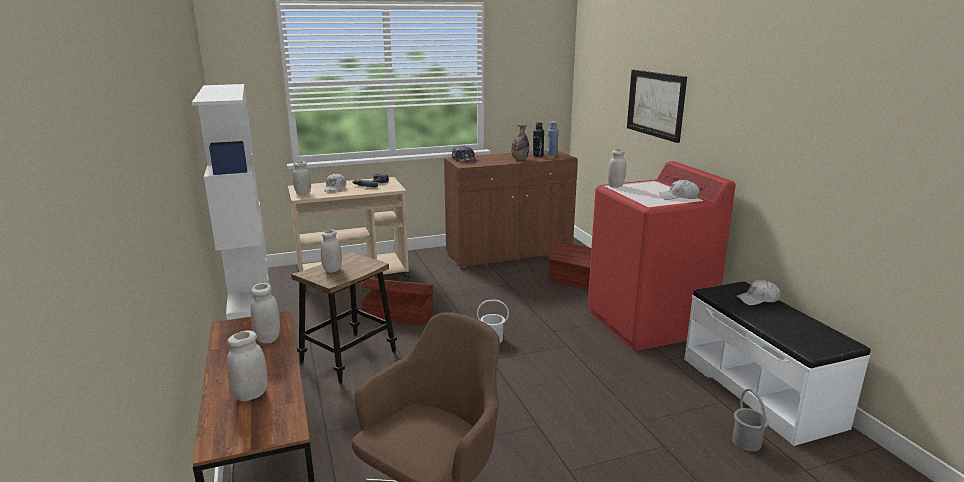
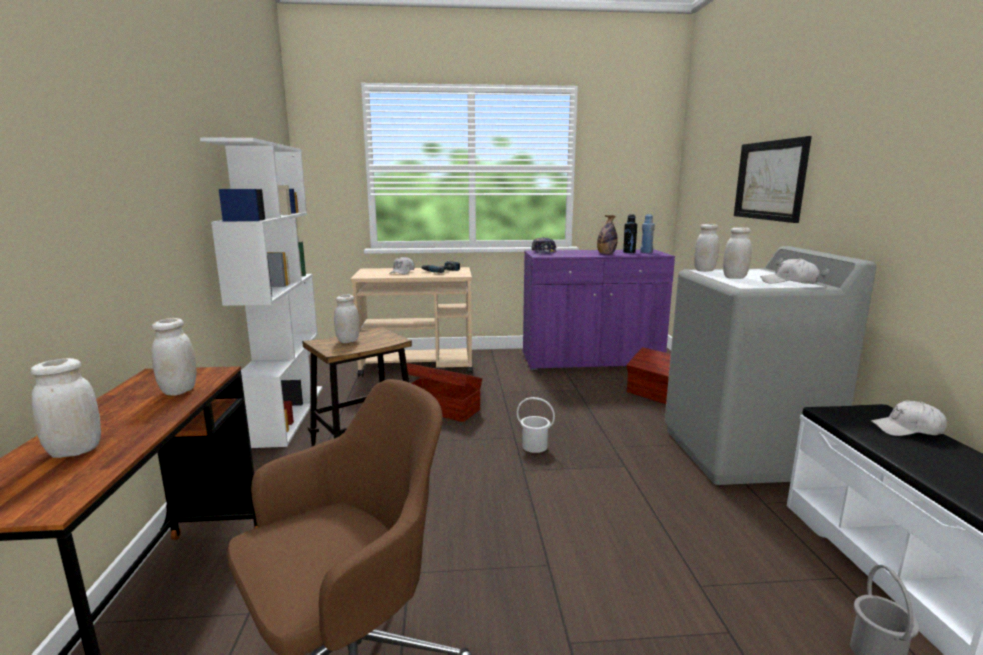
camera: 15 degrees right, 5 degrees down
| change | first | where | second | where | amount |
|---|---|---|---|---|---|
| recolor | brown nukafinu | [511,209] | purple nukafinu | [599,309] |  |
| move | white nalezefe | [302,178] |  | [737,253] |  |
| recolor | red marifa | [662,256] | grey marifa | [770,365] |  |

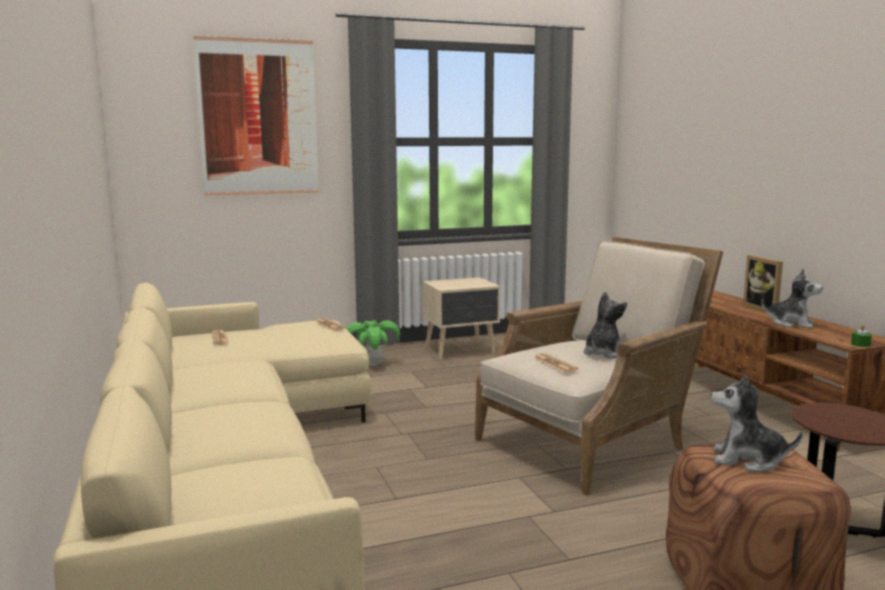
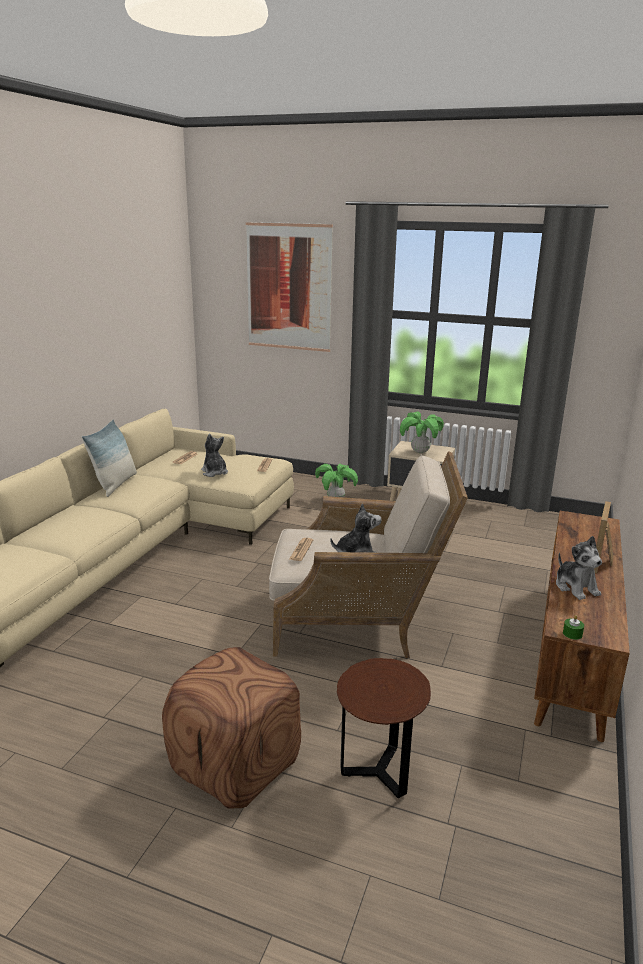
camera: 40 degrees right, 10 degrees up
| change | first | where | second | where | amount |
|---|---|---|---|---|---|
| move | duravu | [757,423] |  | [214,455] |  |
| insert |  |  | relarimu | [422,432] |  |
| insert |  |  | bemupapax | [109,458] |  |

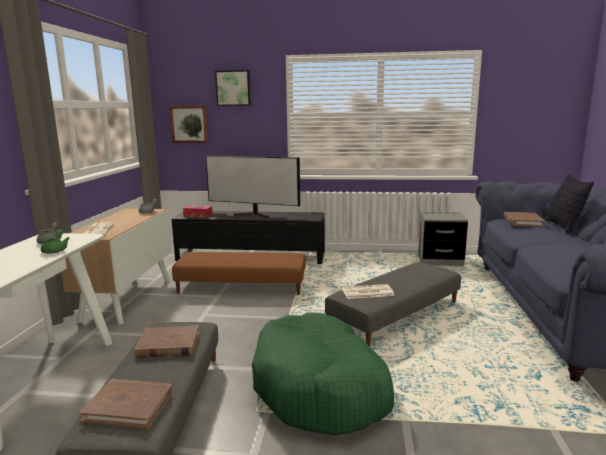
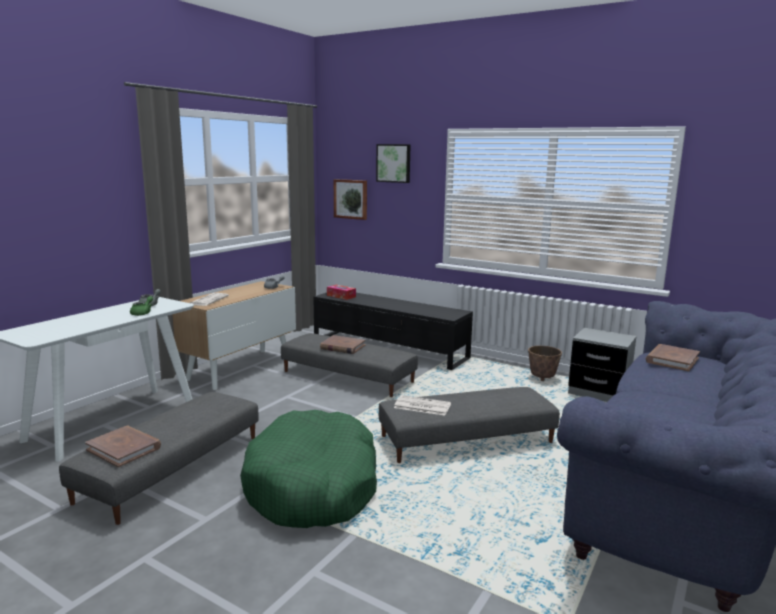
camera: 25 degrees right, 0 degrees up
| change | first | where | second | where | amount |
|---|---|---|---|---|---|
| delete | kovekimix | [253,186] |  |  |  |
| delete | bemupapax | [569,203] |  |  |  |
| recolor | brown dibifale | [238,273] | grey dibifale | [349,365] |  |
| move | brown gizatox | [166,341] |  | [343,344] |  |
| insert |  |  | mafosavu | [545,363] |  |

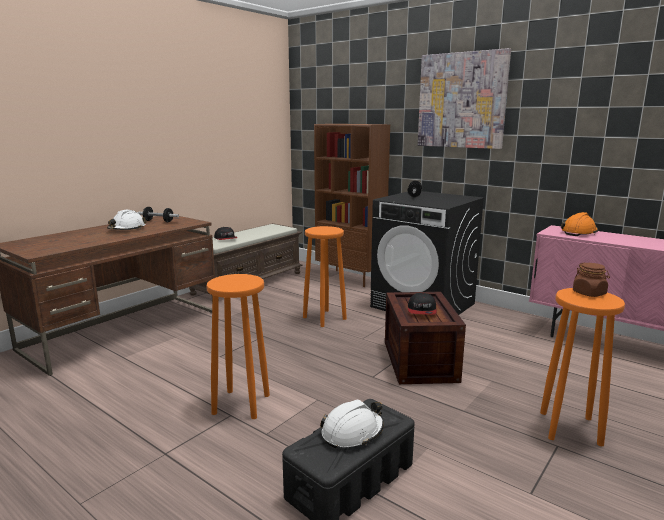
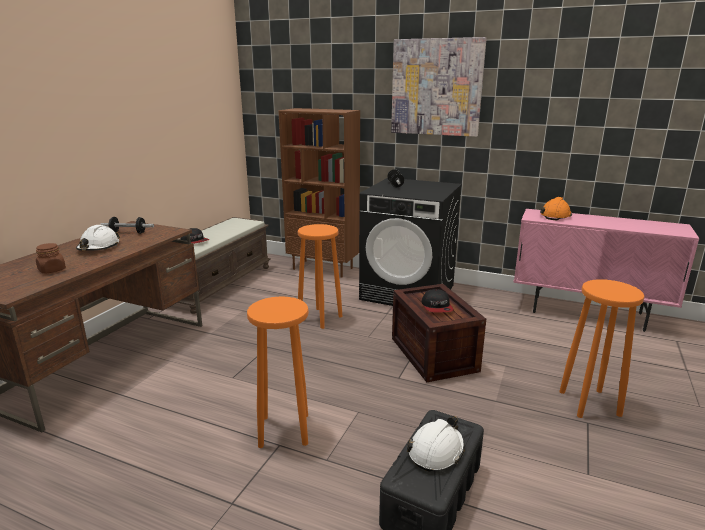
camera: 15 degrees left, 5 degrees up
| change | first | where | second | where | amount |
|---|---|---|---|---|---|
| move | brown nalezefe | [591,280] |  | [51,258] |  |

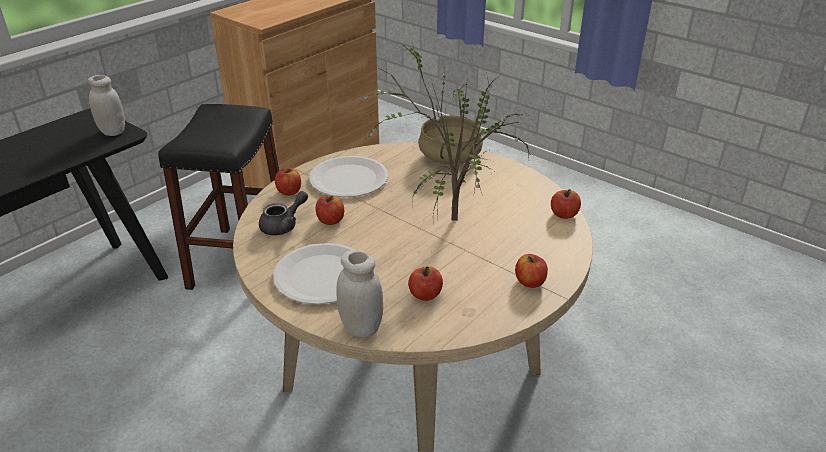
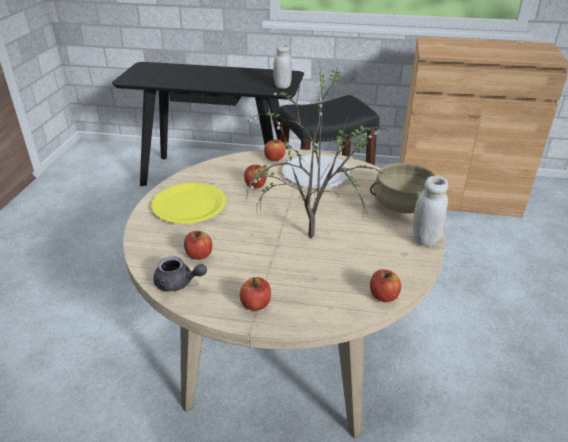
camera: 60 degrees right, 0 degrees up
| change | first | where | second | where | amount |
|---|---|---|---|---|---|
| move | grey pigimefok | [283,213] |  | [180,274] |  |
| recolor | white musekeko | [313,274] | yellow musekeko | [188,203] |  |
| move | white nalezefe | [360,293] |  | [430,211] |  |

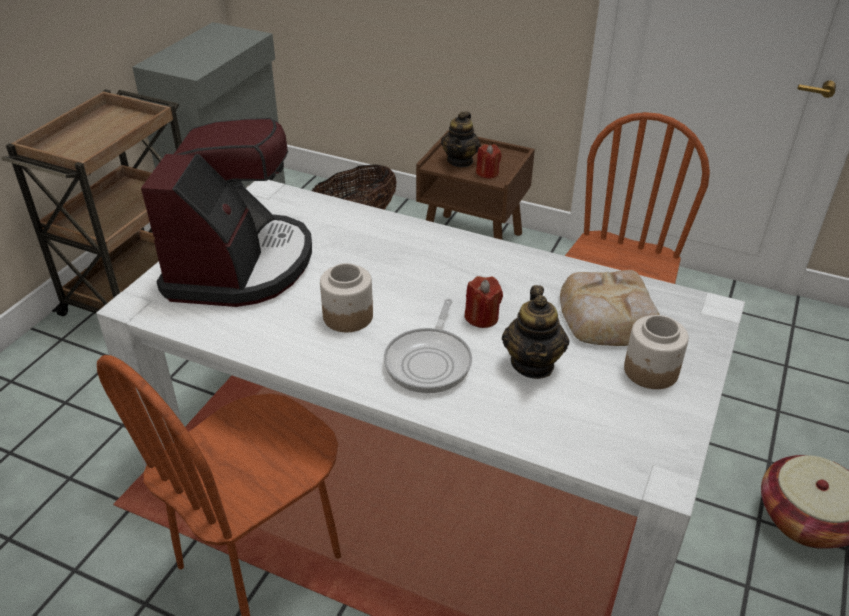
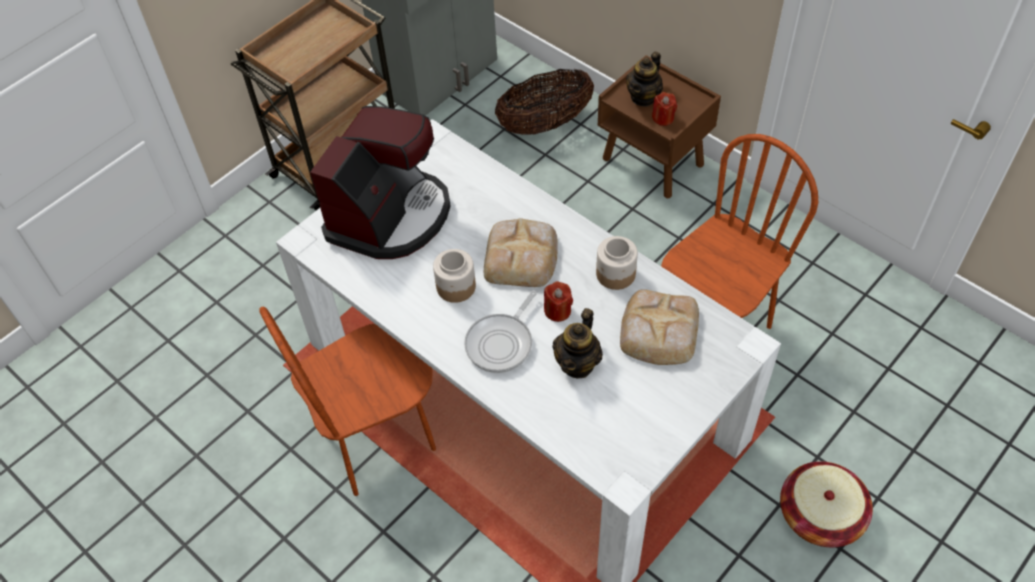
camera: 20 degrees right, 15 degrees up
| change | first | where | second | where | amount |
|---|---|---|---|---|---|
| move | nalezefe | [656,352] |  | [617,263] |  |
| insert |  |  | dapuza | [521,252] |  |

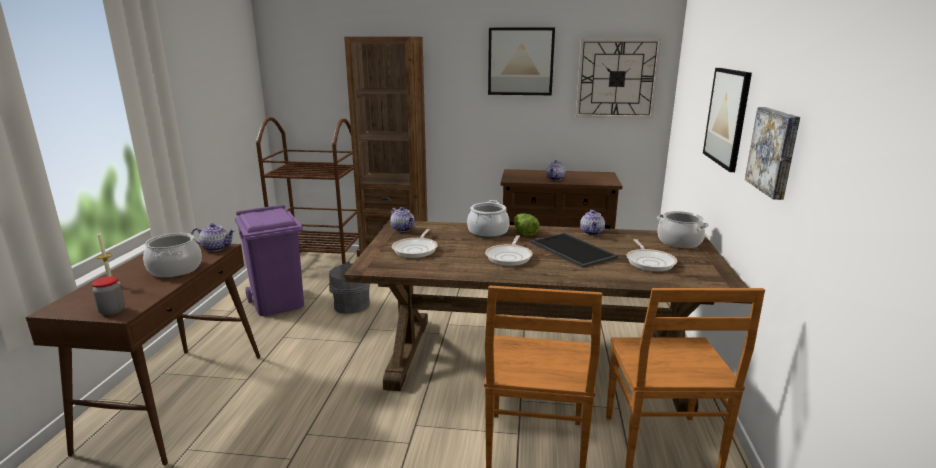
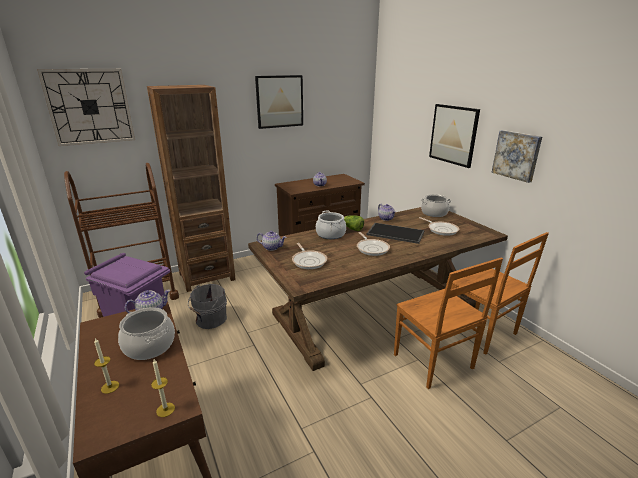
camera: 35 degrees left, 5 degrees up
| change | first | where | second | where | amount |
|---|---|---|---|---|---|
| move | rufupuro | [618,79] |  | [86,107] |  |
| replace | nalezefe | [108,296] | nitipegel | [163,388] |  |

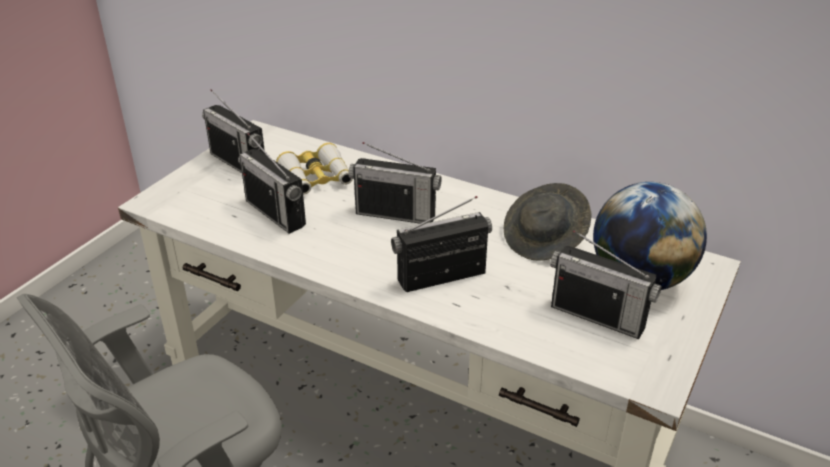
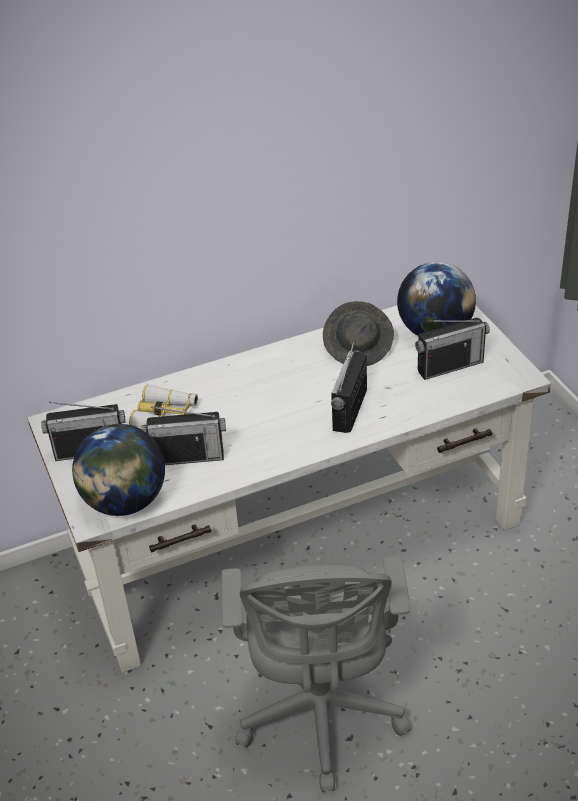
camera: 50 degrees left, 5 degrees up
| change | first | where | second | where | amount |
|---|---|---|---|---|---|
| delete | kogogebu | [395,183] |  |  |  |
| insert |  |  | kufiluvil | [118,470] |  |

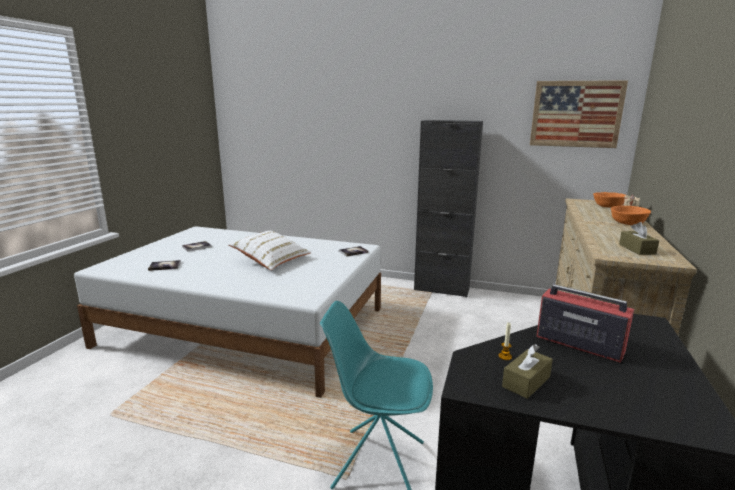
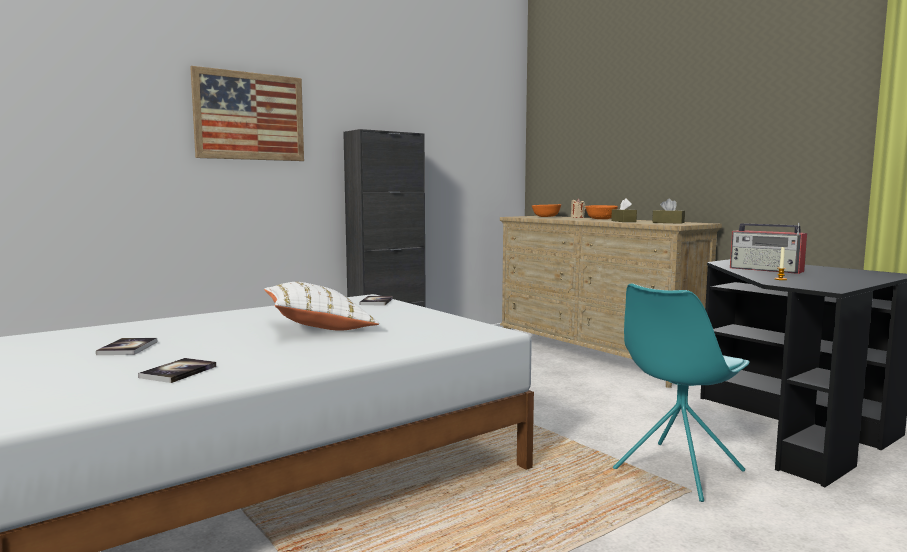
camera: 55 degrees left, 10 degrees down
| change | first | where | second | where | amount |
|---|---|---|---|---|---|
| move | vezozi | [579,114] |  | [247,113] |  |
| rotate | kogogebu | [585,320] |  | [768,248] | 120 degrees counterclockwise |
| move | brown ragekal | [527,371] |  | [624,210] |  |

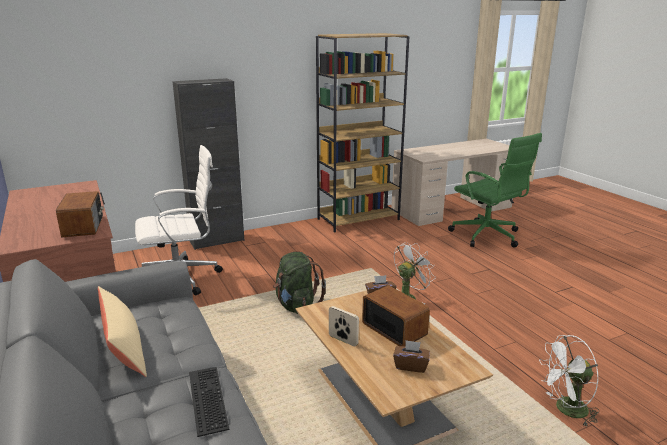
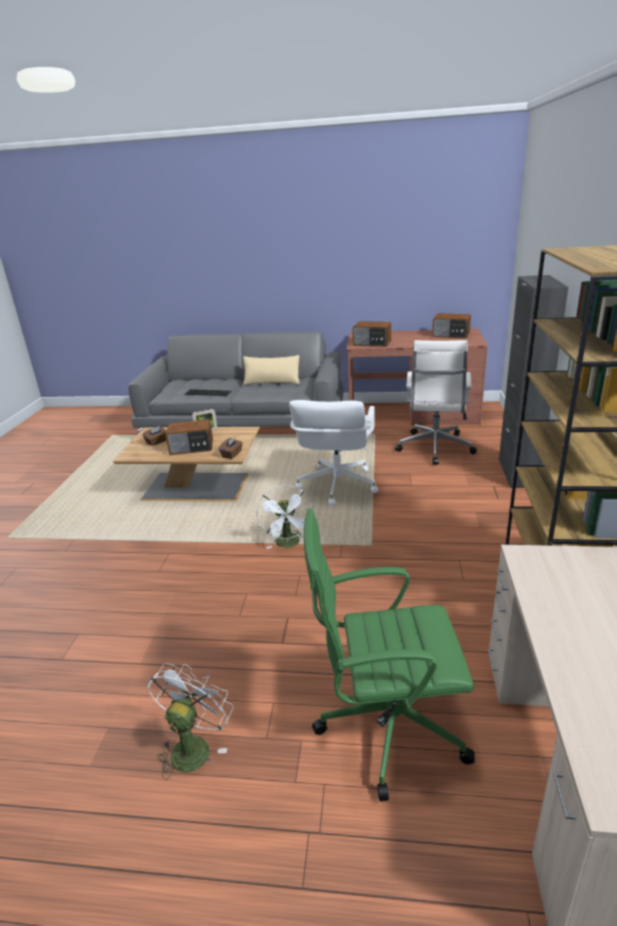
camera: 125 degrees right, 5 degrees up
| change | first | where | second | where | amount |
|---|---|---|---|---|---|
| replace | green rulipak | [299,283] | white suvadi | [333,453] |  |
| move | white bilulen | [569,381] |  | [190,721] |  |
| insert |  |  | kogogebu | [451,326] |  |

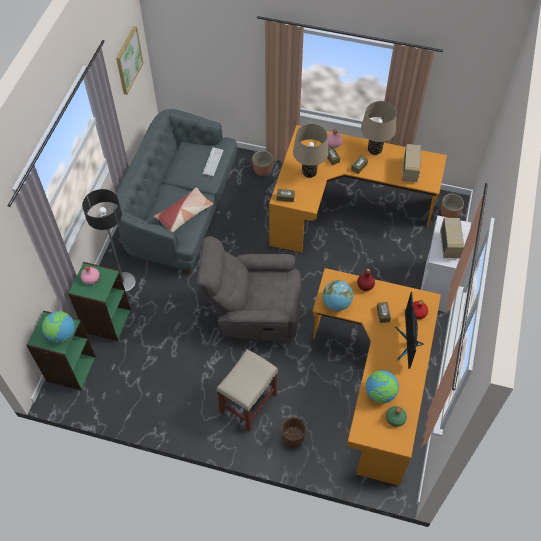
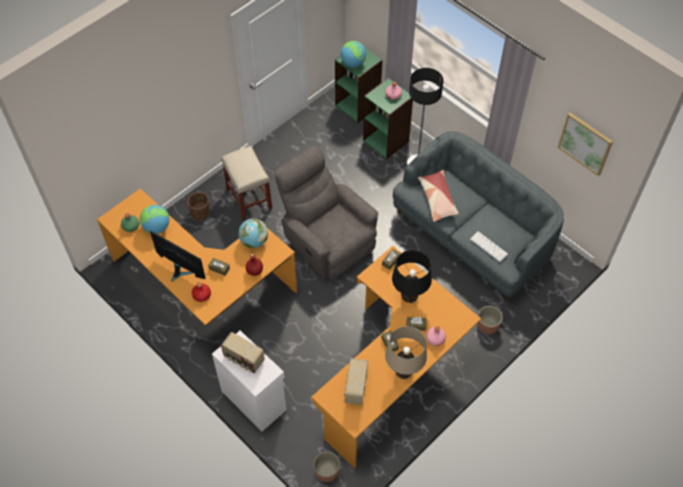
camera: 120 degrees right, 0 degrees up
| change | first | where | second | where | amount |
|---|---|---|---|---|---|
| recolor | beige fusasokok | [311,151] | black fusasokok | [412,276] |  |
| rotate | kogogebu | [411,163] |  | [356,381] | 60 degrees clockwise |
| rotate | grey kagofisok | [249,289] |  | [326,213] | 75 degrees counterclockwise |

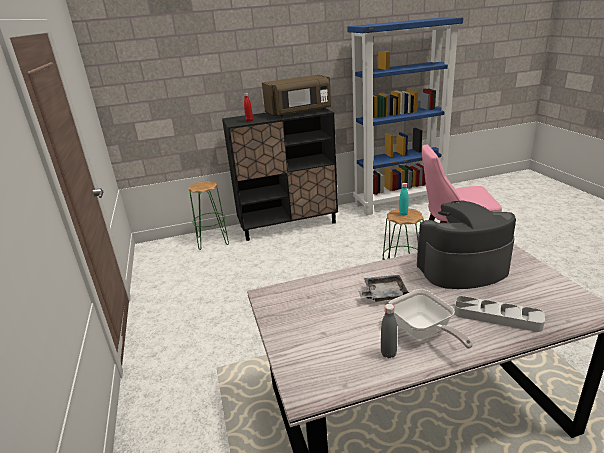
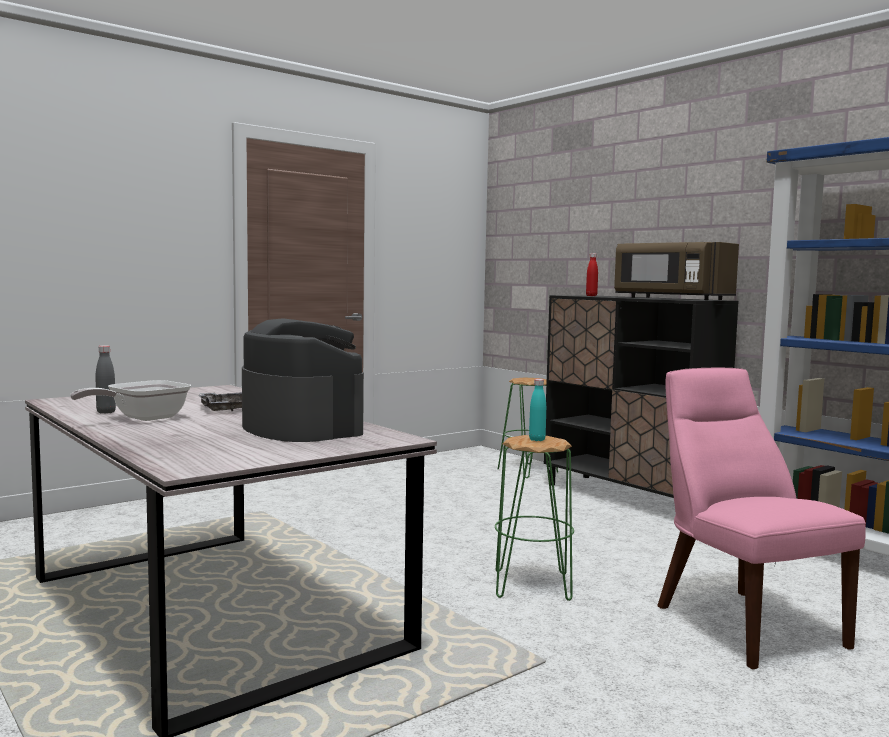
camera: 65 degrees right, 20 degrees down
| change | first | where | second | where | amount |
|---|---|---|---|---|---|
| delete | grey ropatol | [499,314] |  |  |  |

